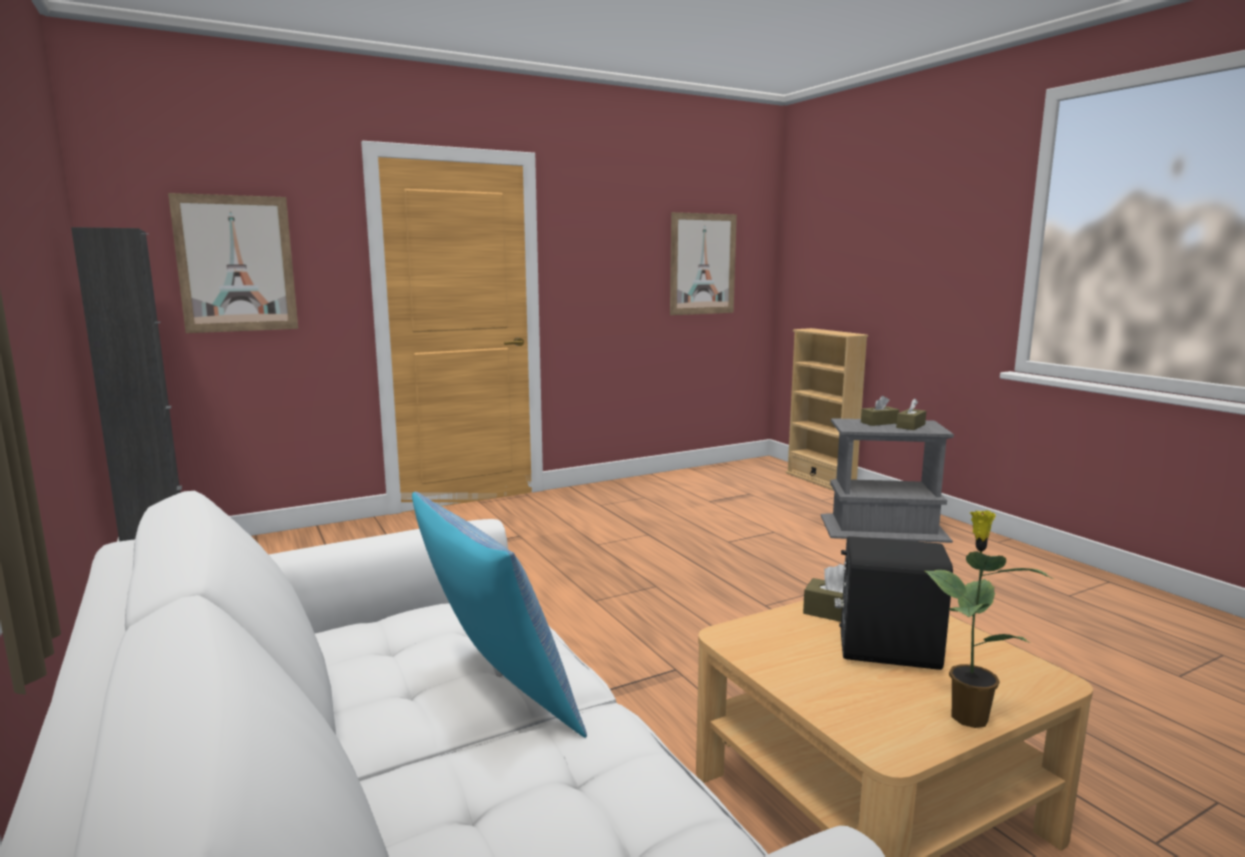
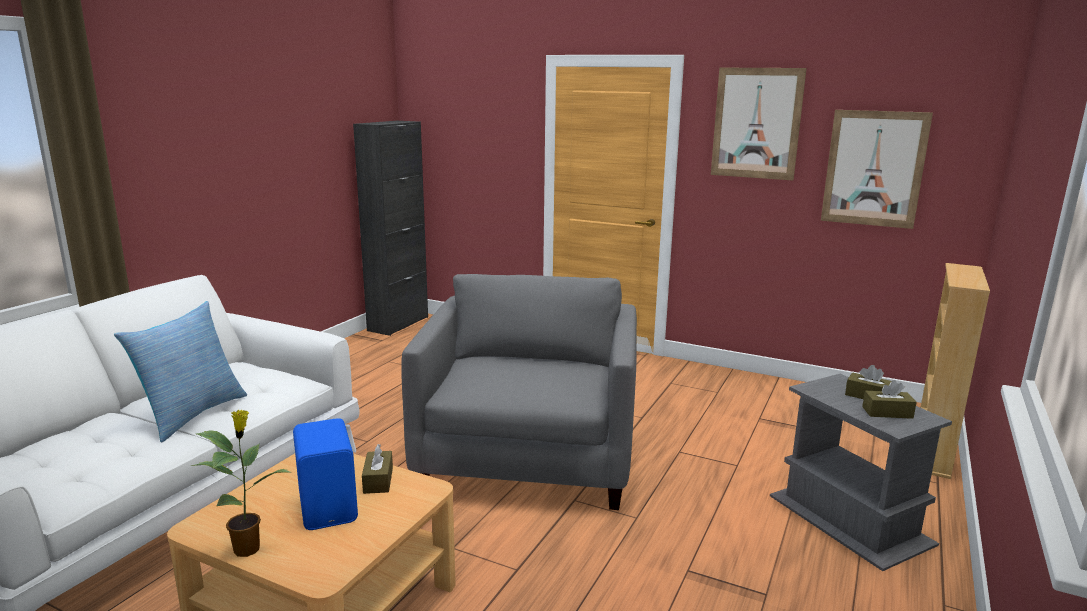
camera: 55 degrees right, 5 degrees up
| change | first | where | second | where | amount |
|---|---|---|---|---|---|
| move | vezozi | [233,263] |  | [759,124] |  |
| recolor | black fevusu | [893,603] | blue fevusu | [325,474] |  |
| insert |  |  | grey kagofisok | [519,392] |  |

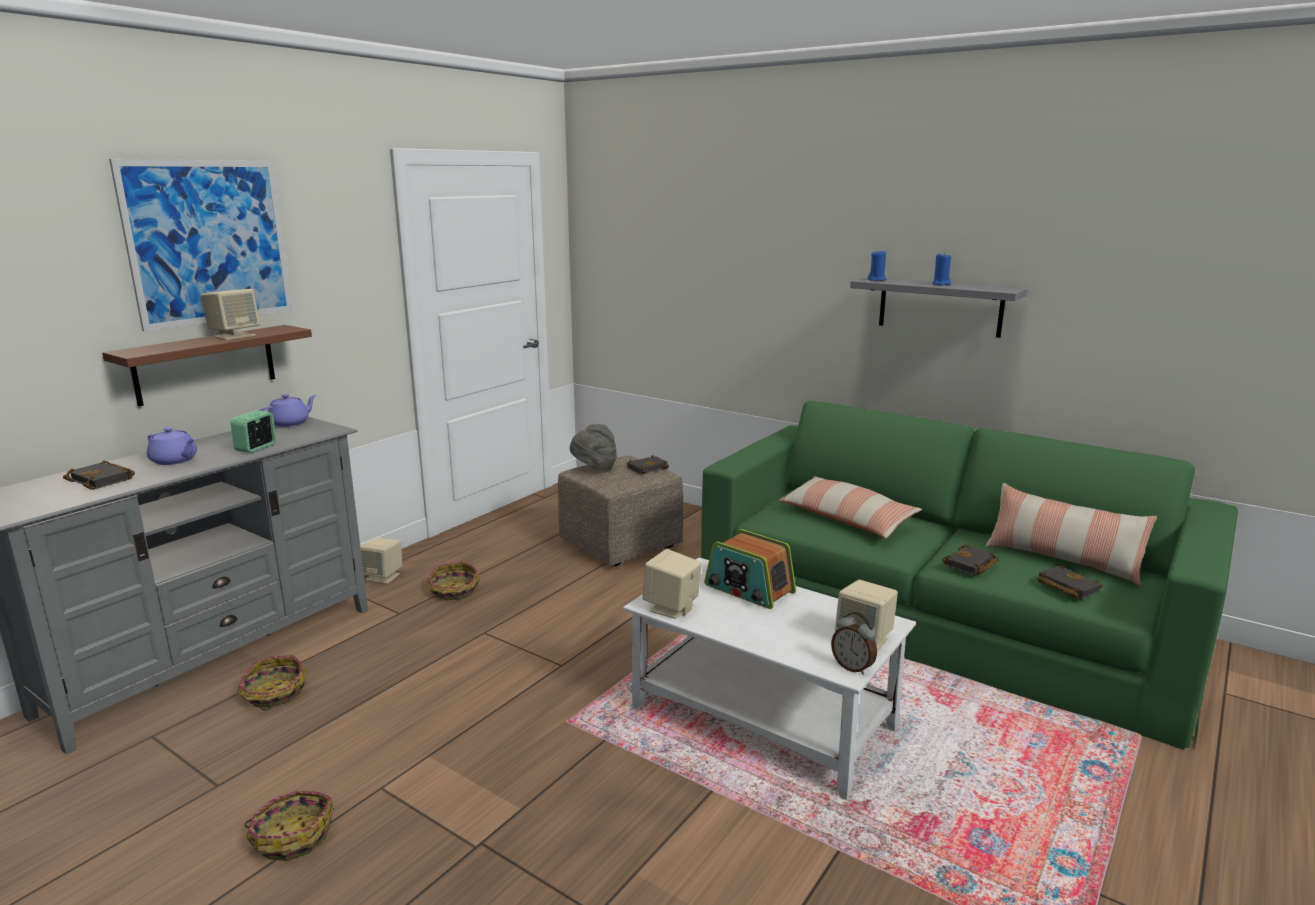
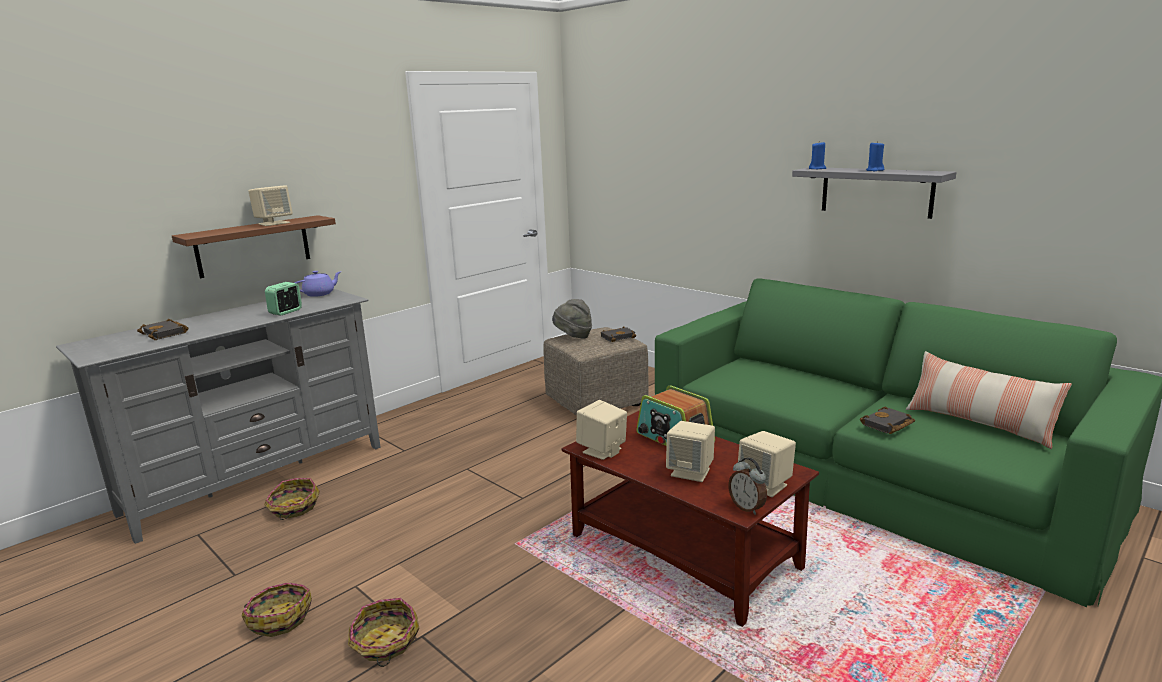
camera: 10 degrees right, 0 degrees up
| change | first | where | second | where | amount |
|---|---|---|---|---|---|
| delete | vezozi | [201,245] |  |  |  |
| delete | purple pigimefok | [172,446] |  |  |  |
| delete | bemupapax | [850,507] |  |  |  |
| move | beige fevusu | [381,561] |  | [690,451] |  |
| recolor | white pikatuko | [769,678] | brown pikatuko | [690,518] |  |
| move | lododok | [453,581] |  | [383,632] |  |
| delete | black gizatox | [1070,582] |  |  |  |

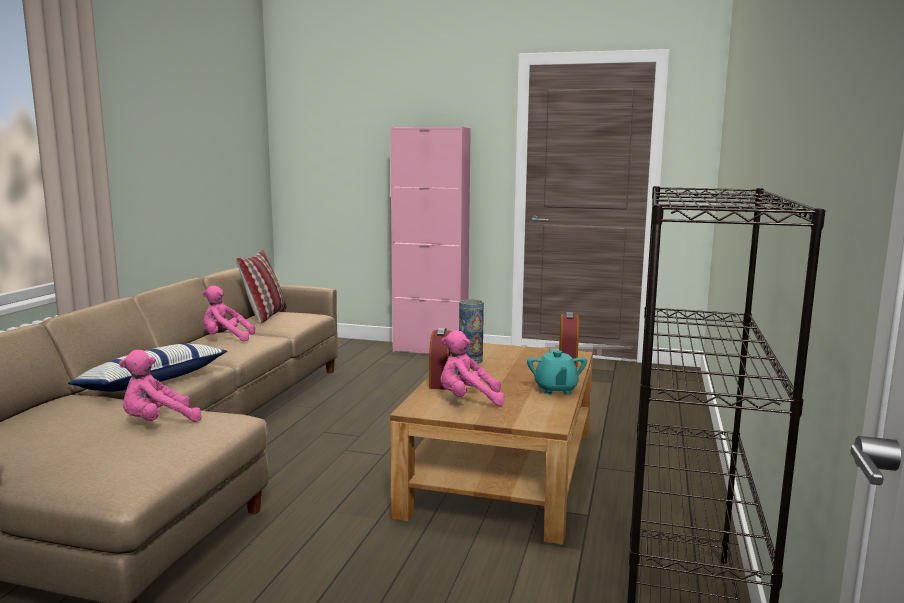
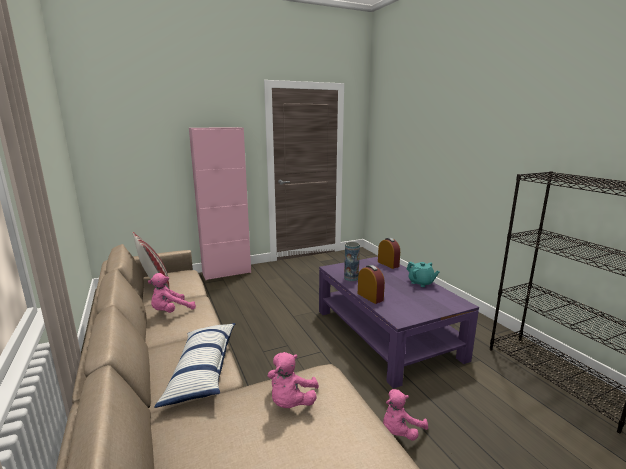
camera: 40 degrees left, 5 degrees up
| change | first | where | second | where | amount |
|---|---|---|---|---|---|
| move | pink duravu | [473,368] |  | [405,415] |  |
| recolor | brown pikatuko | [491,444] | purple pikatuko | [399,323] |  |

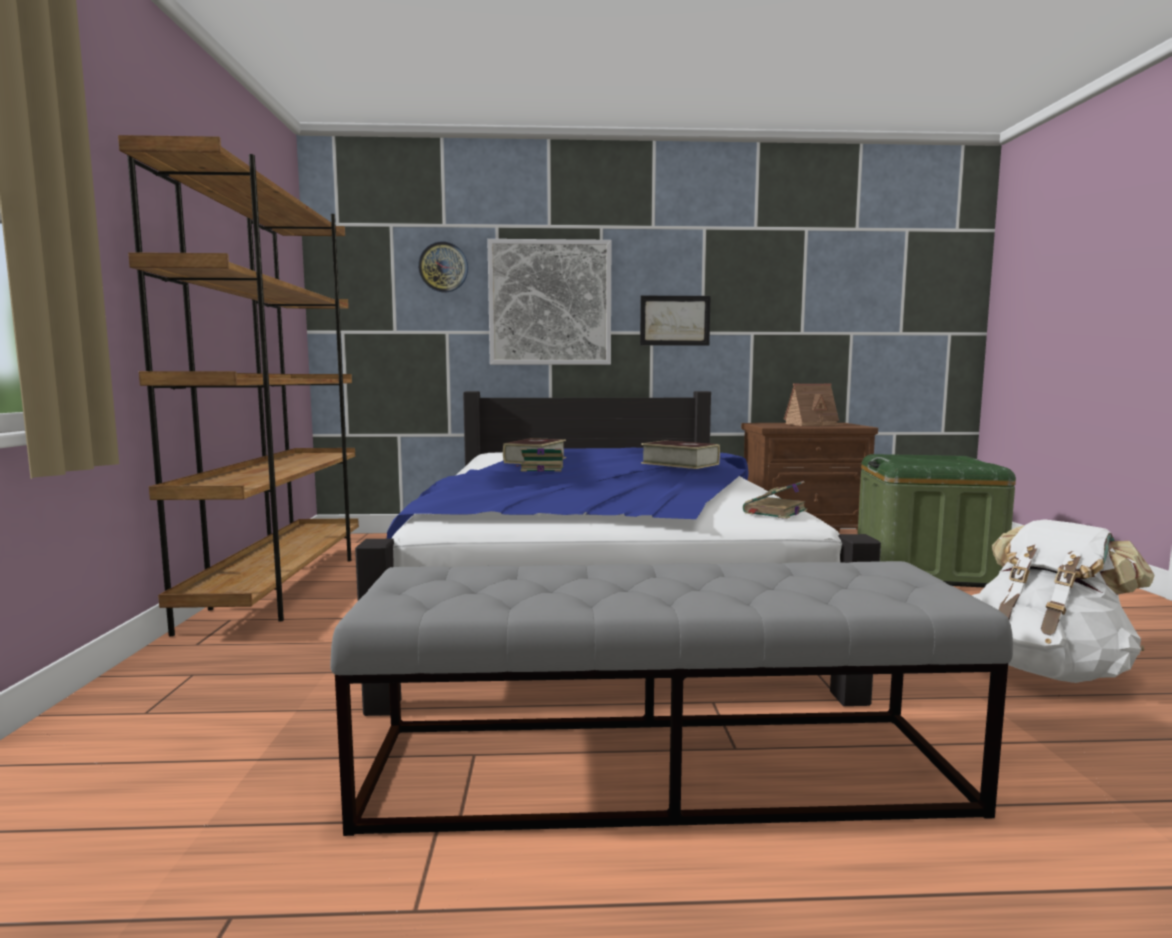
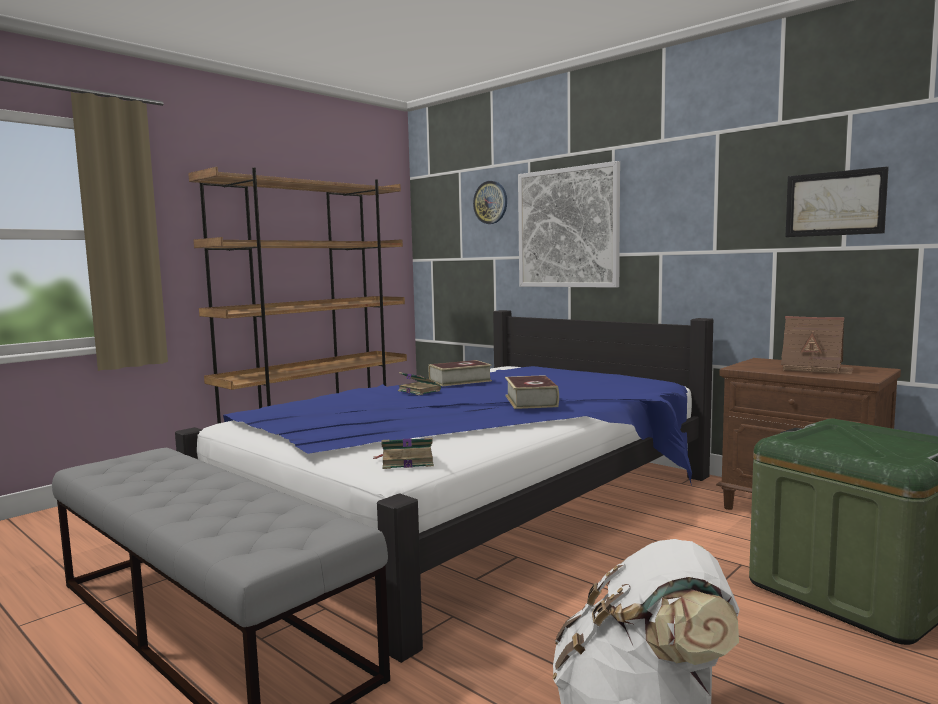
camera: 45 degrees right, 0 degrees up
| change | first | where | second | where | amount |
|---|---|---|---|---|---|
| move | vezozi | [675,321] |  | [837,201] |  |

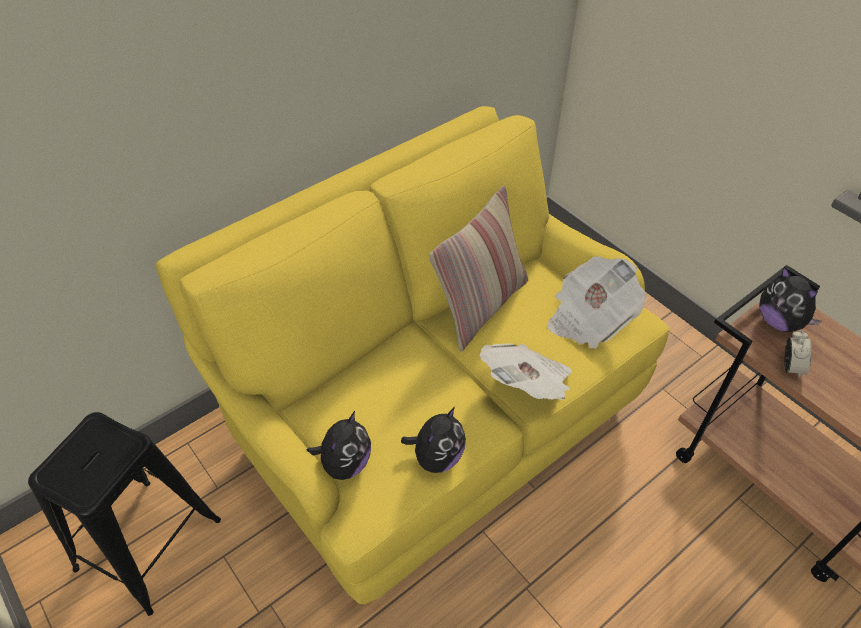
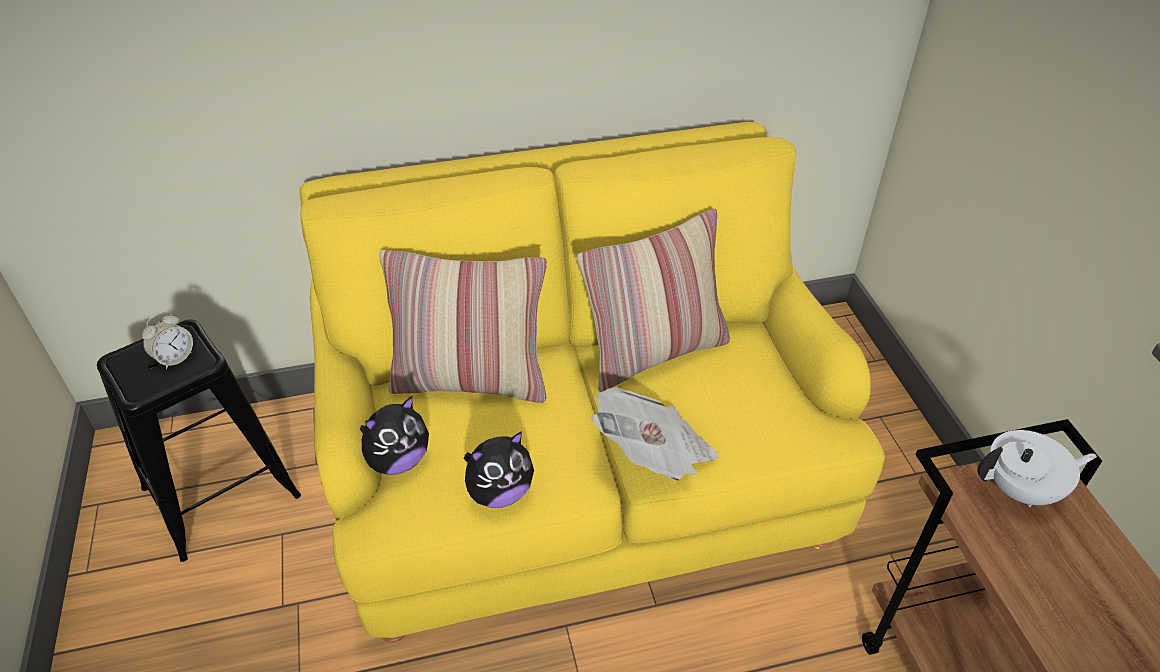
camera: 25 degrees right, 5 degrees down
| change | first | where | second | where | amount |
|---|---|---|---|---|---|
| delete | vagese | [596,302] |  |  |  |
| replace | duravu | [790,299] | white pigimefok | [1037,468] |  |
| move | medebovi | [798,354] |  | [167,340] |  |
| insert |  |  | bemupapax | [463,326] |  |

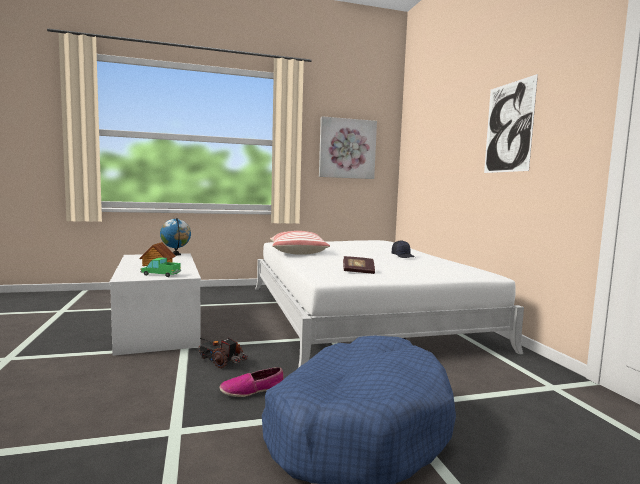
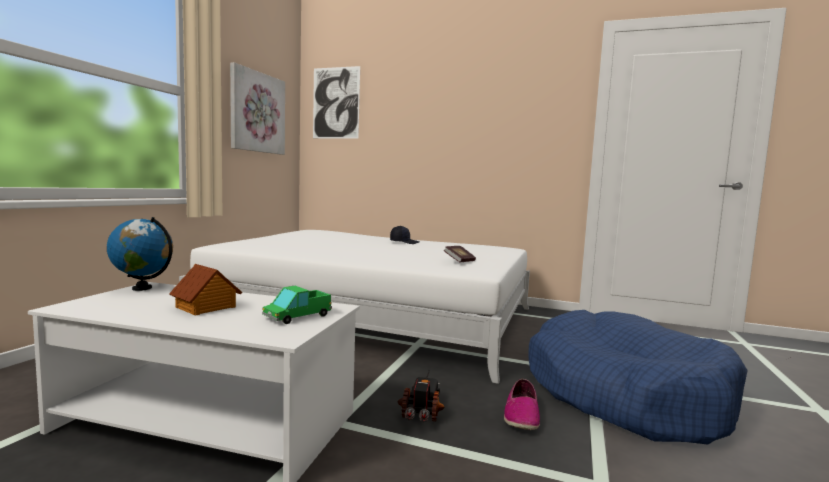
camera: 55 degrees left, 0 degrees up
| change | first | where | second | where | amount |
|---|---|---|---|---|---|
| move | vezozi | [511,123] |  | [336,102] |  |
| delete | bemupapax | [300,243] |  |  |  |
| rotate | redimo | [223,353] |  | [421,396] | 120 degrees clockwise |

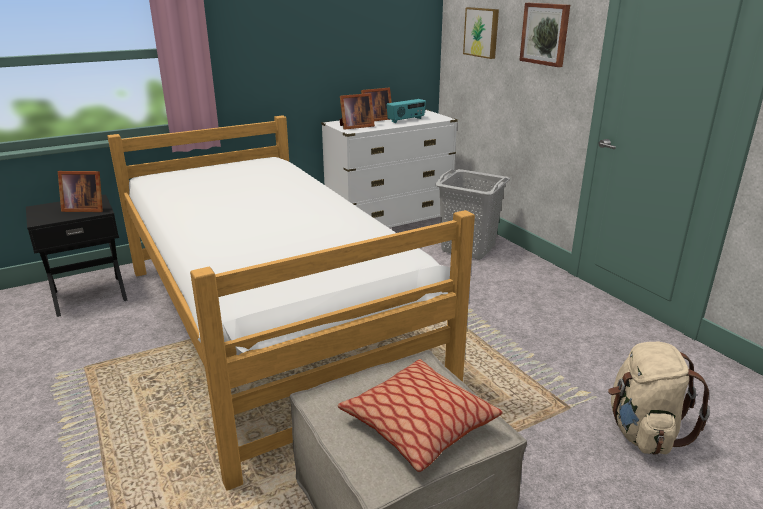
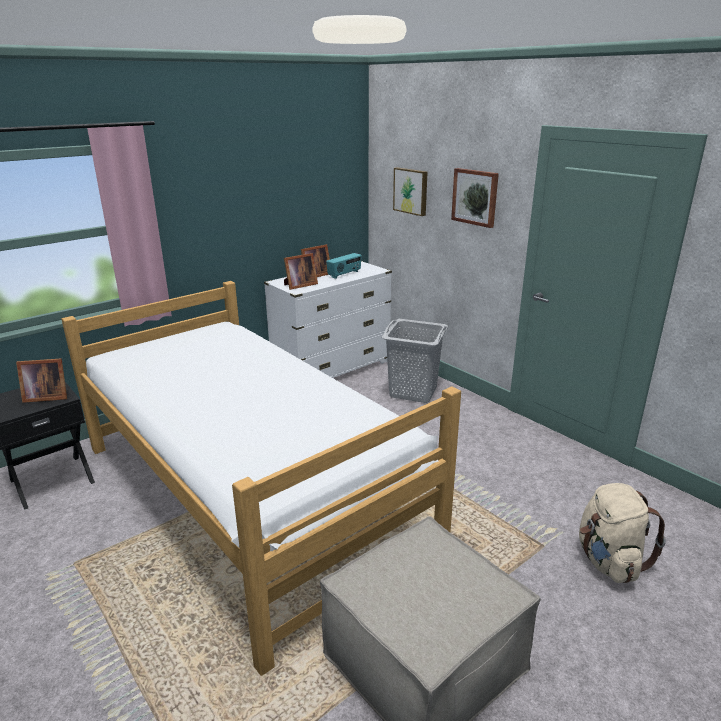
camera: 10 degrees left, 0 degrees up
| change | first | where | second | where | amount |
|---|---|---|---|---|---|
| delete | bemupapax | [420,415] |  |  |  |

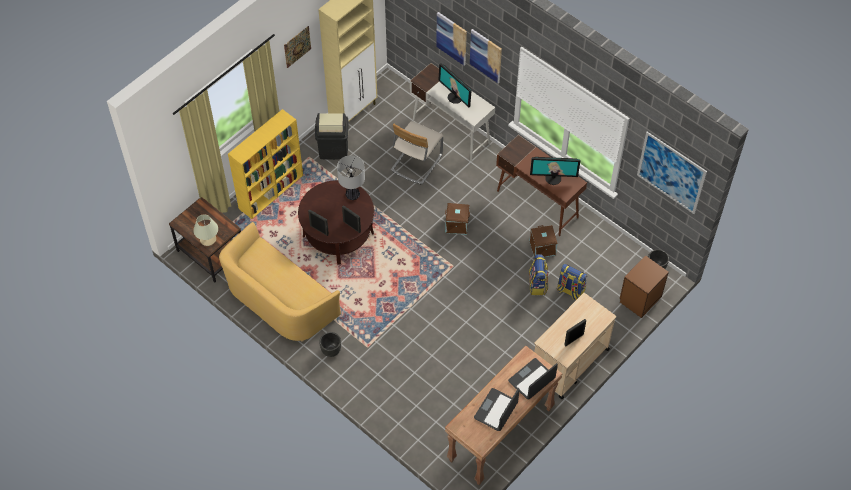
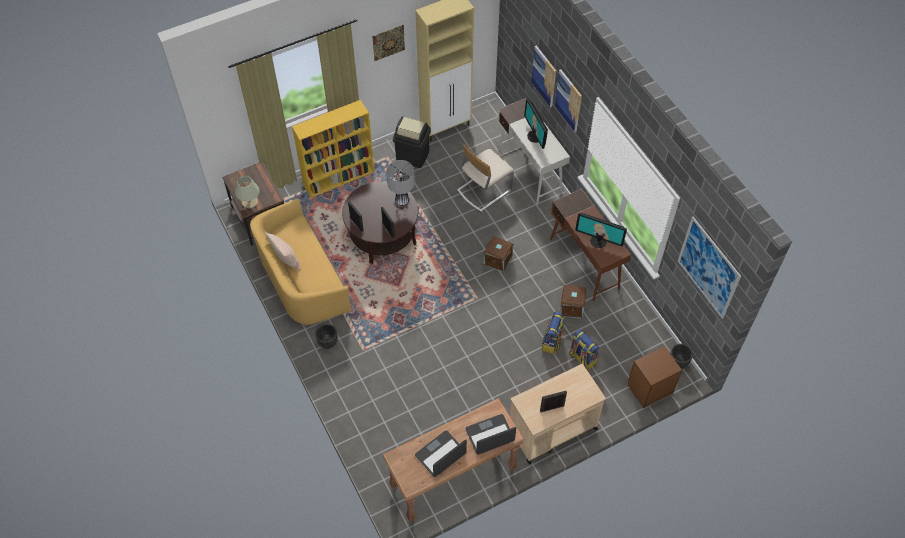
camera: 20 degrees right, 0 degrees up
| change | first | where | second | where | amount |
|---|---|---|---|---|---|
| insert |  |  | beige bemupapax | [283,251] |  |

